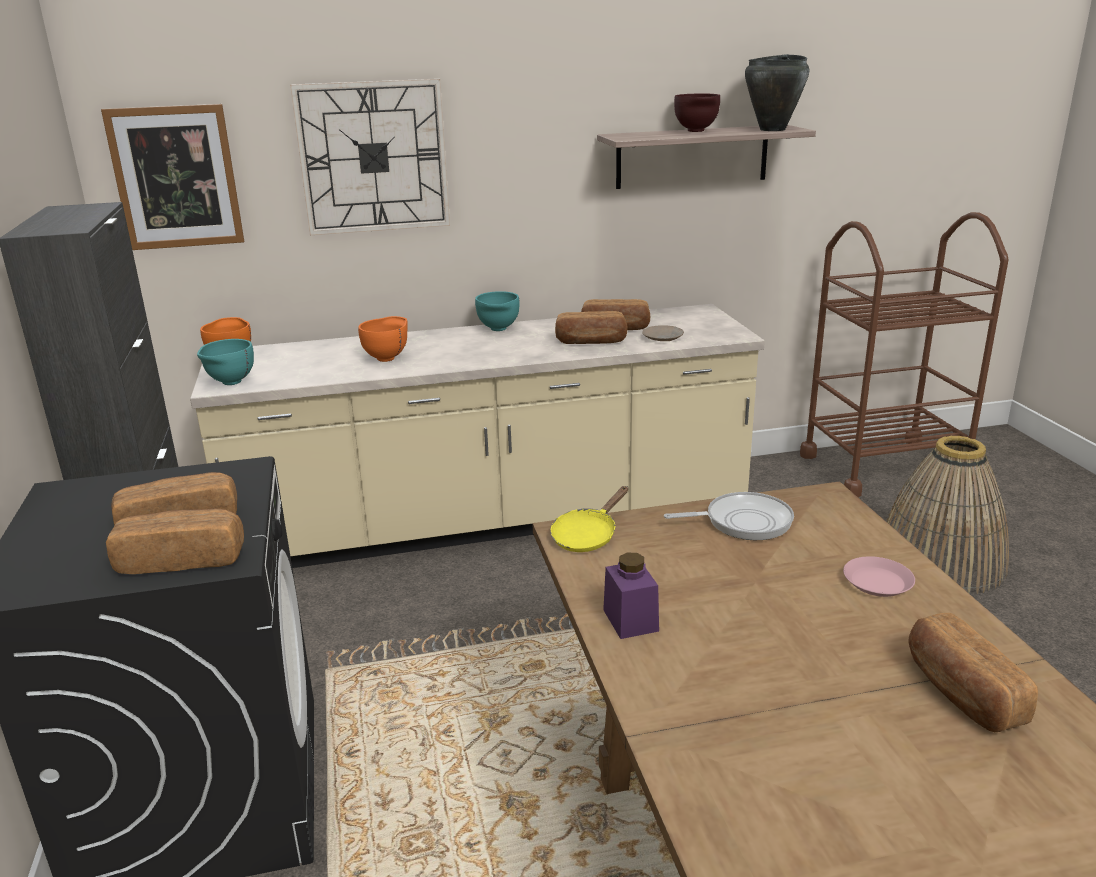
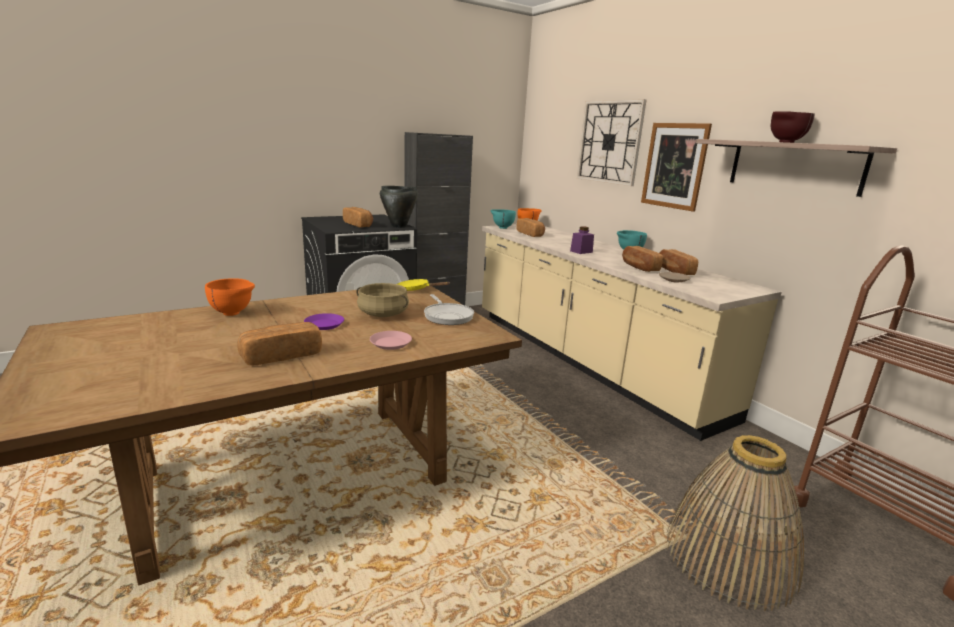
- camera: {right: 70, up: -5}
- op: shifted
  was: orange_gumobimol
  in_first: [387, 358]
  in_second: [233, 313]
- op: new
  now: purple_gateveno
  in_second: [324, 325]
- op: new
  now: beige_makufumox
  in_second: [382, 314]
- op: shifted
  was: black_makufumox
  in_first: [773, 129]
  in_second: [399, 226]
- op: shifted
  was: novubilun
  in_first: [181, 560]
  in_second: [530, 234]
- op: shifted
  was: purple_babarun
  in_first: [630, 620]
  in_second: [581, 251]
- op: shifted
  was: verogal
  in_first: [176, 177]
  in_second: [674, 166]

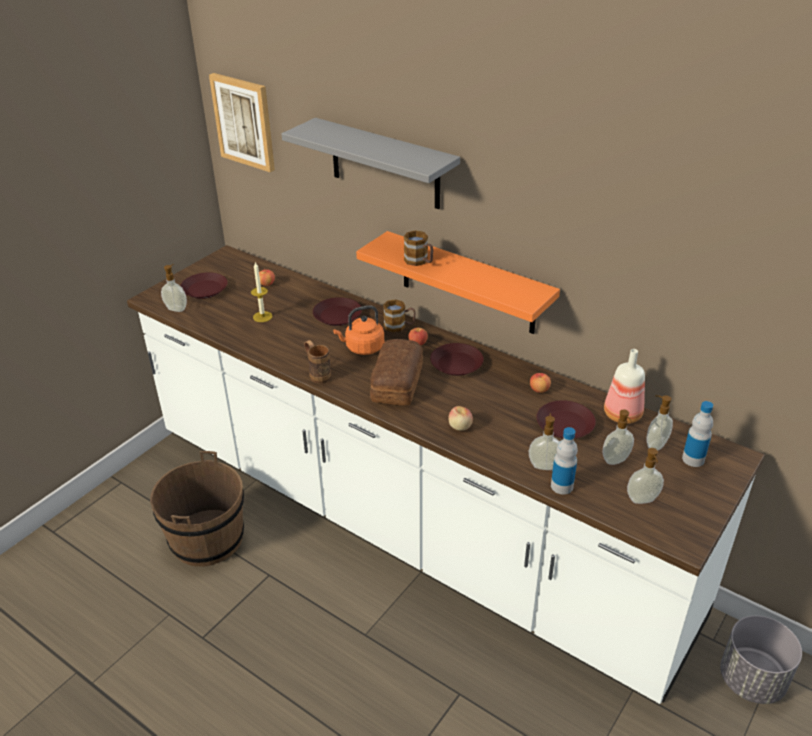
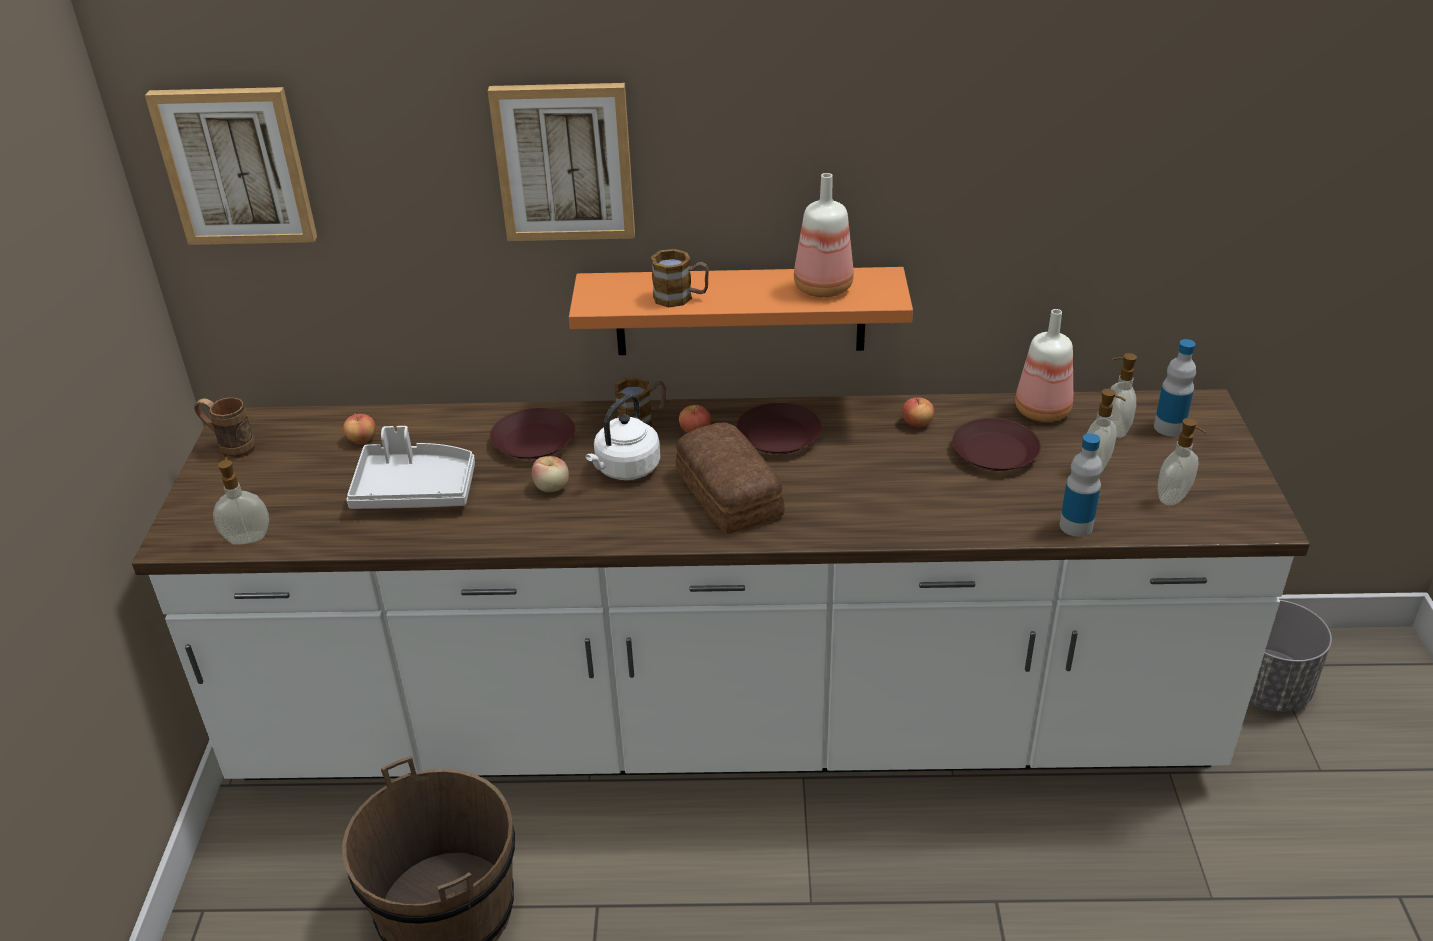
- camera: {right: -35, up: 0}
- op: shifted
  was: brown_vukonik
  in_first: [317, 374]
  in_second: [230, 447]
- op: swapped
  was: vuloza
  now: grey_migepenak
  in_first: [262, 316]
  in_second: [415, 490]
- op: swapped
  was: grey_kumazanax
  now: verogal
  in_first: [385, 164]
  in_second: [564, 161]
- op: shifted
  was: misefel
  in_first: [460, 427]
  in_second: [552, 487]
- op: repainted
  was: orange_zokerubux
  now: white_zokerubux
  in_first: [362, 348]
  in_second: [625, 470]
- op: new
  now: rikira
  in_second: [821, 288]
- op: gone
  was: brown_gateveno
  in_first: [205, 289]
- op: gone
  was: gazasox
  in_first: [544, 465]

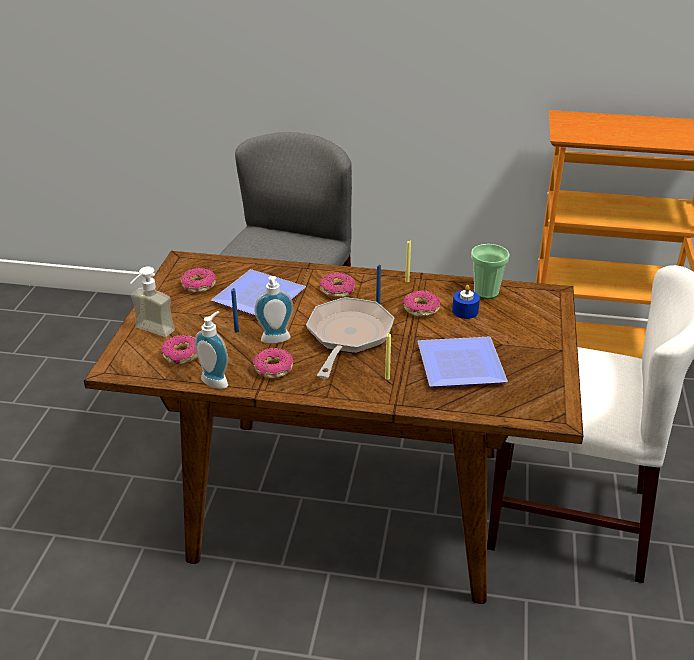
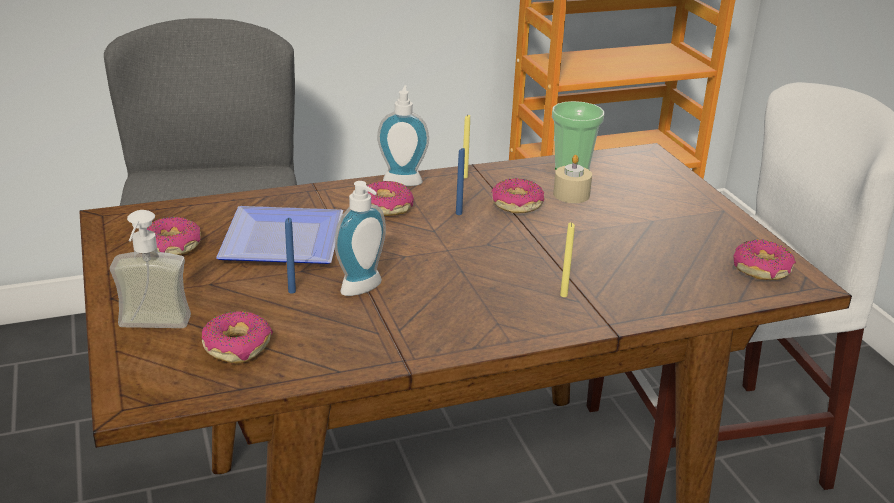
- camera: {right: -30, up: -5}
- op: shifted
  was: gazasox
  in_first: [217, 380]
  in_second: [403, 180]
- op: repainted
  was: blue_vuloza
  now: beige_vuloza
  in_first: [465, 311]
  in_second: [571, 195]
- op: shifted
  was: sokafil
  in_first: [273, 369]
  in_second: [762, 269]
- op: gone
  was: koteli
  in_first: [348, 337]
- op: gone
  was: gateveno
  in_first: [457, 364]

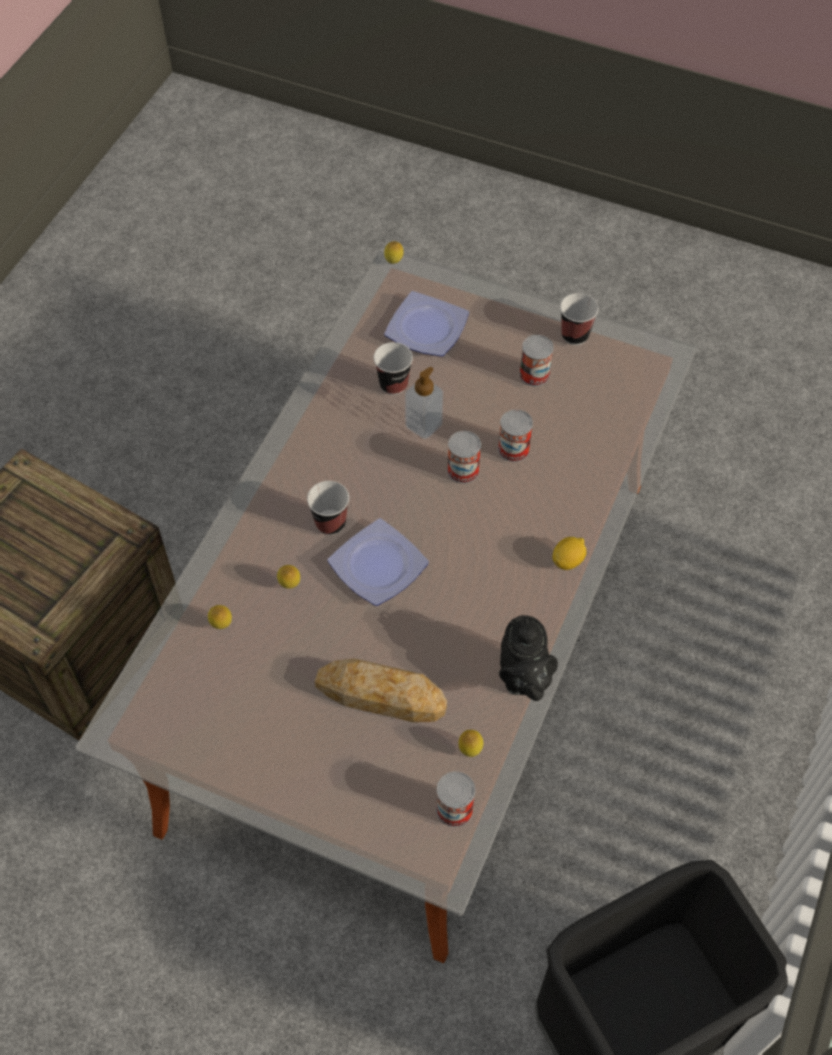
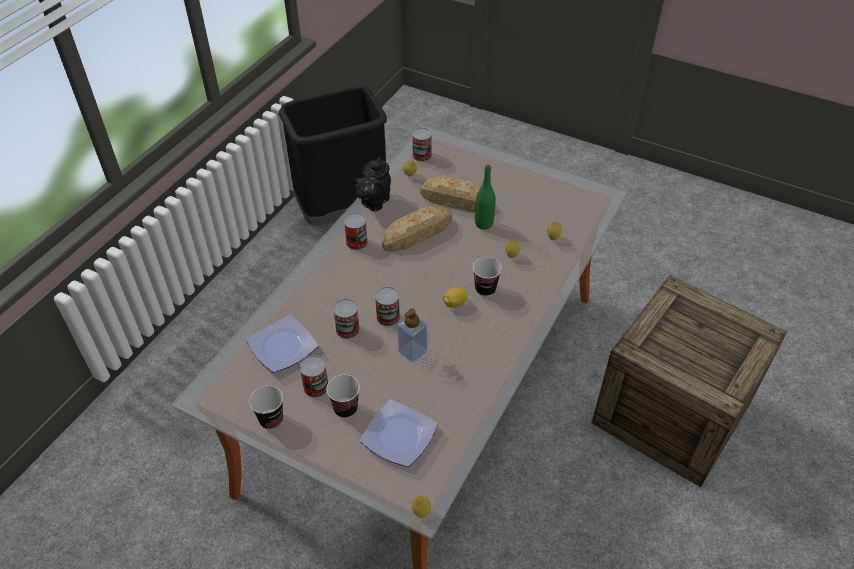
- camera: {right: -175, up: -10}
- op: shifted
  was: gateveno
  in_first: [378, 564]
  in_second: [282, 348]
- op: shifted
  was: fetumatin
  in_first: [393, 384]
  in_second: [345, 408]
- op: new
  now: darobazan
  in_second: [356, 242]
- op: rotated
  was: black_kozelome
  in_first: [523, 679]
  in_second: [373, 202]
  clockwise: -150
- op: new
  now: novubilun
  in_second: [417, 233]
- op: shifted
  was: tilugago
  in_first: [568, 560]
  in_second: [454, 303]
- op: new
  now: green_rikira
  in_second: [483, 224]

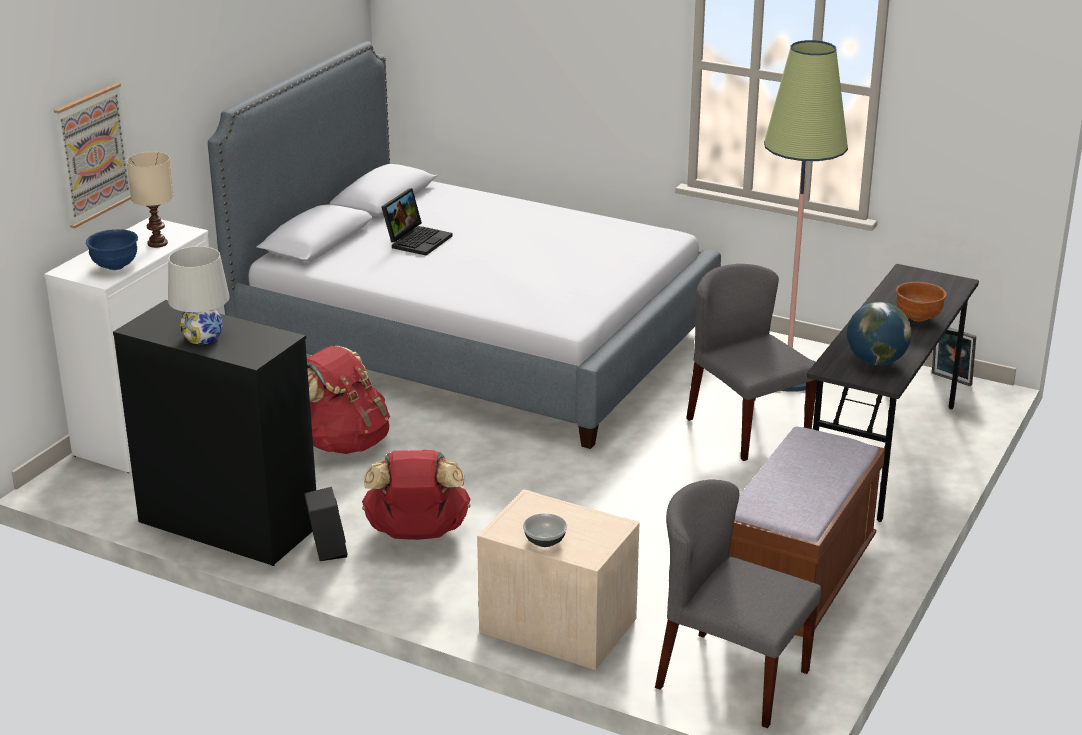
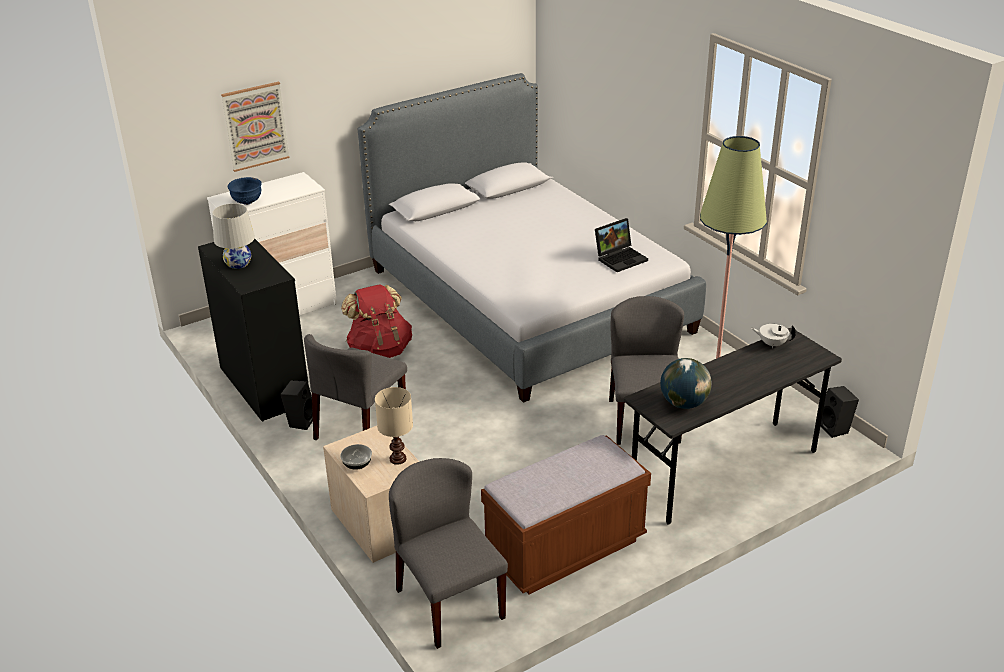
- camera: {right: 30, up: 5}
- op: swapped
  was: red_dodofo
  now: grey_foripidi
  in_first: [417, 534]
  in_second: [360, 428]
- op: shifted
  was: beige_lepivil
  in_first: [158, 243]
  in_second: [398, 459]
- op: shifted
  was: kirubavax
  in_first: [417, 240]
  in_second: [621, 258]
- op: new
  now: white_kozelome
  in_second: [772, 344]
- op: swapped
  was: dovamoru
  now: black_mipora
  in_first: [950, 380]
  in_second: [836, 428]
- op: gone
  was: brown_gumobimol
  in_first: [918, 318]

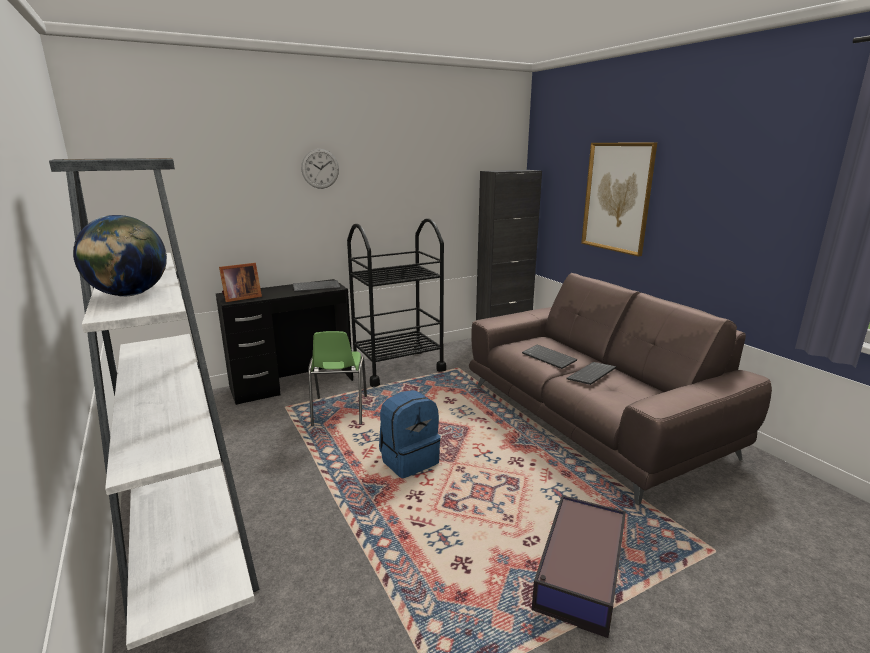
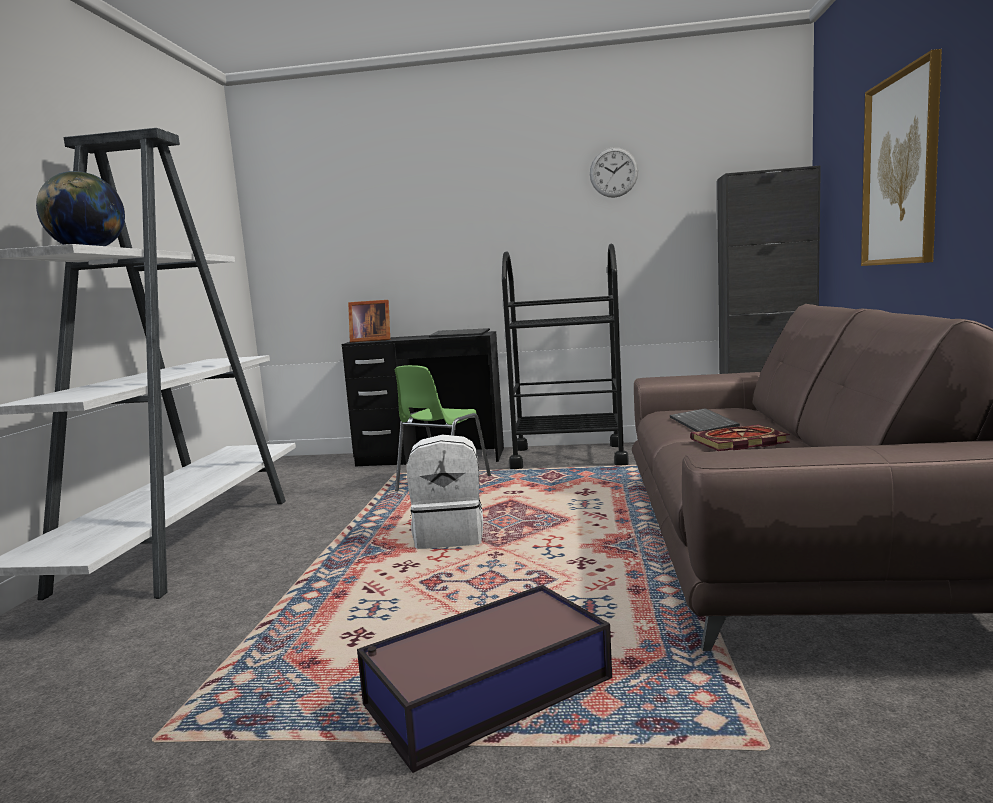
- camera: {right: 35, up: -10}
- op: repainted
  was: blue_dodofo
  now: white_dodofo
  in_first: [409, 460]
  in_second: [450, 536]
- op: shifted
  was: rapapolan
  in_first: [320, 168]
  in_second: [613, 172]
- op: swapped
  was: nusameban
  now: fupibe
  in_first: [592, 375]
  in_second: [738, 442]

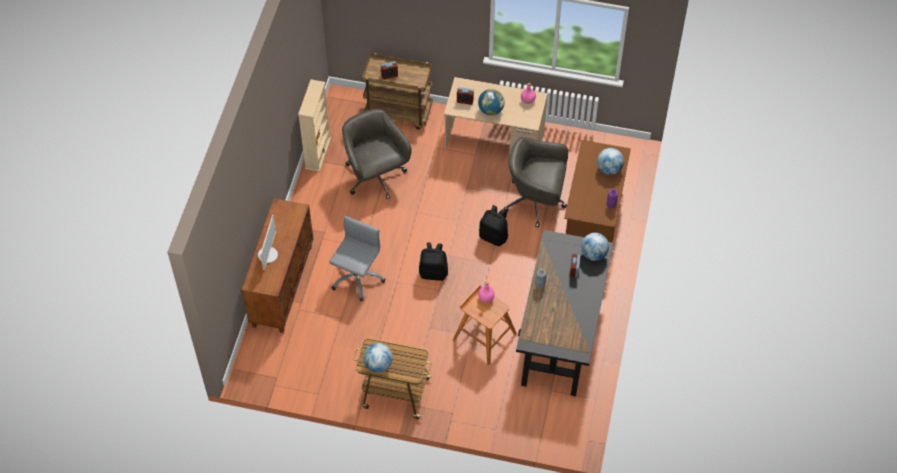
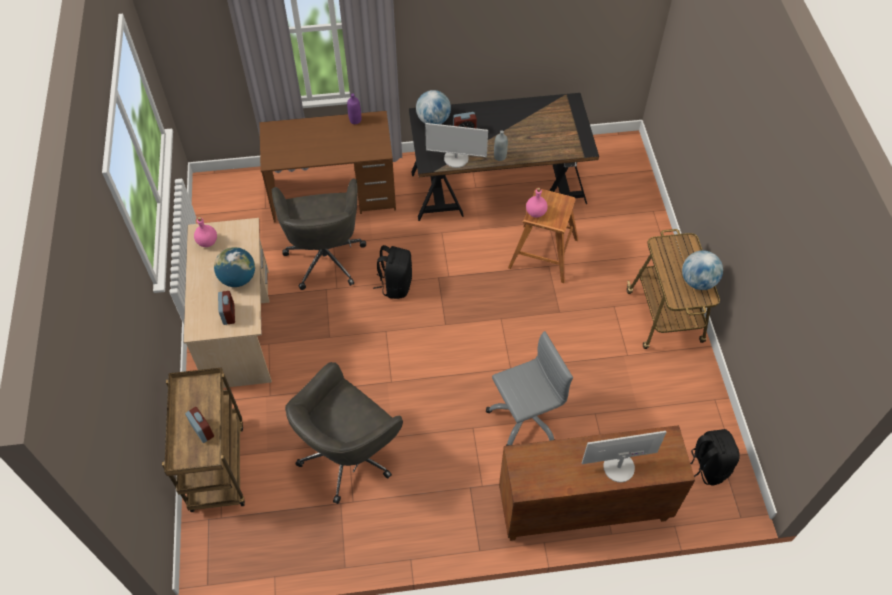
- camera: {right: -110, up: 0}
- op: new
  now: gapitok
  in_second: [456, 158]
- op: rotated
  was: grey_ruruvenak
  in_first: [357, 278]
  in_second: [525, 417]
  clockwise: 150
- op: shifted
  was: black_dodofo
  in_first: [433, 272]
  in_second: [706, 466]
- op: gone
  was: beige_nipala
  in_first: [318, 153]
- op: gone
  was: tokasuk
  in_first: [609, 169]

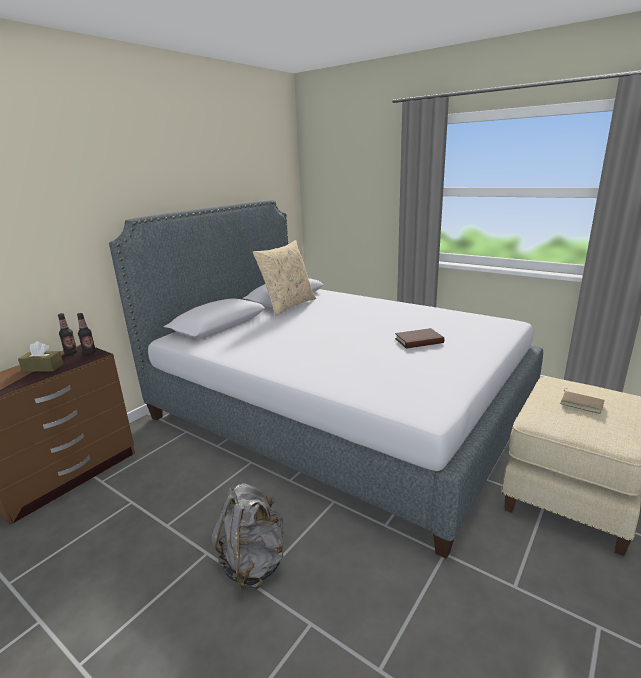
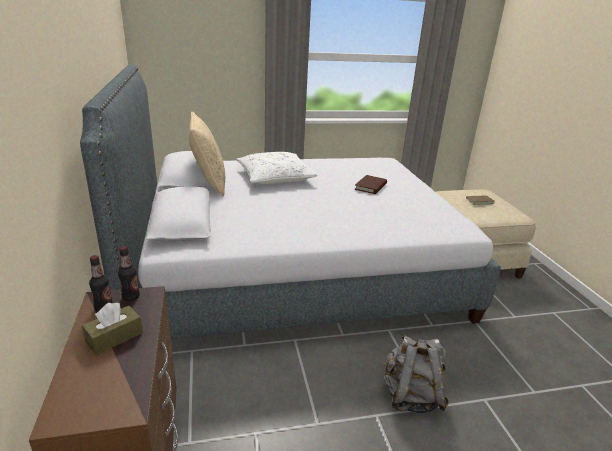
- camera: {right: -50, up: 5}
- op: new
  now: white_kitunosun
  in_second: [275, 177]

